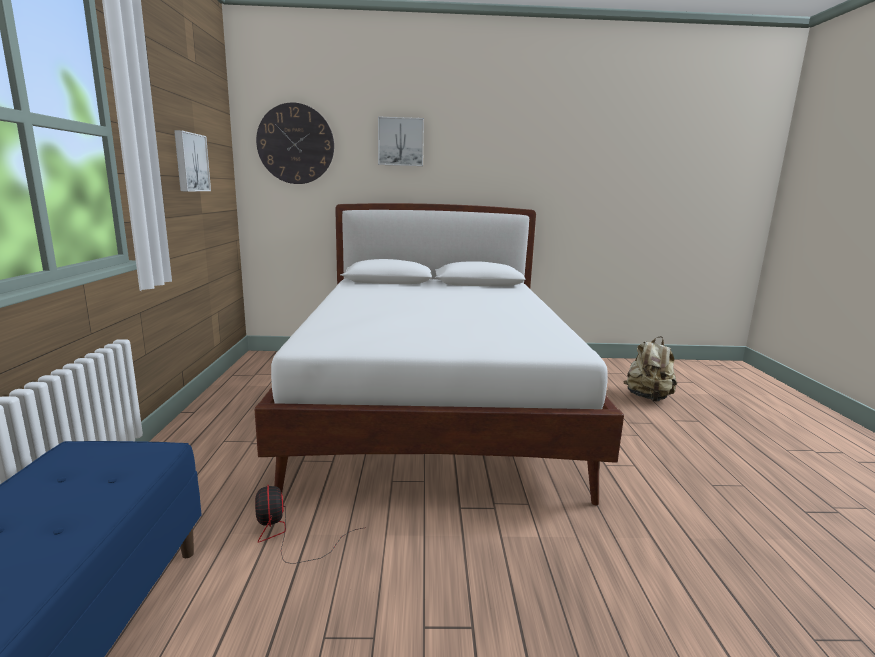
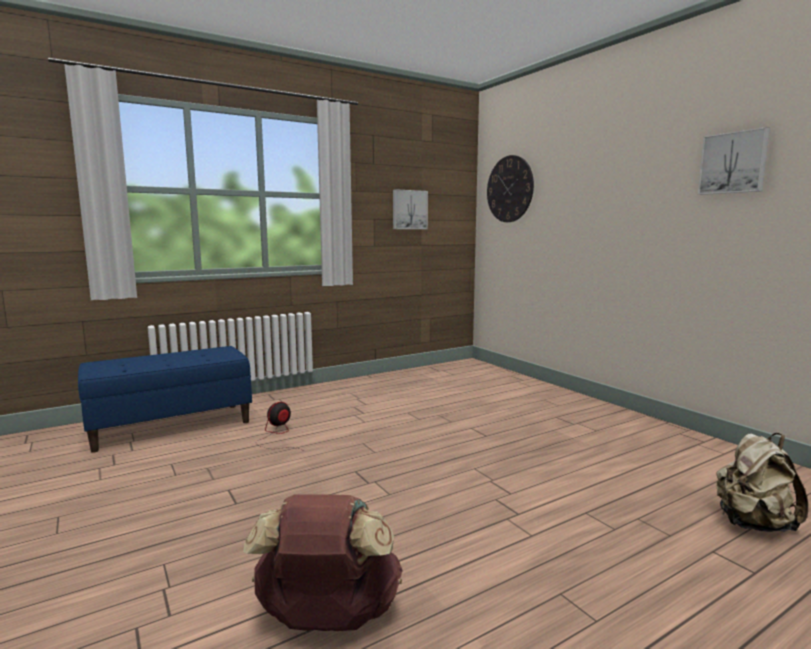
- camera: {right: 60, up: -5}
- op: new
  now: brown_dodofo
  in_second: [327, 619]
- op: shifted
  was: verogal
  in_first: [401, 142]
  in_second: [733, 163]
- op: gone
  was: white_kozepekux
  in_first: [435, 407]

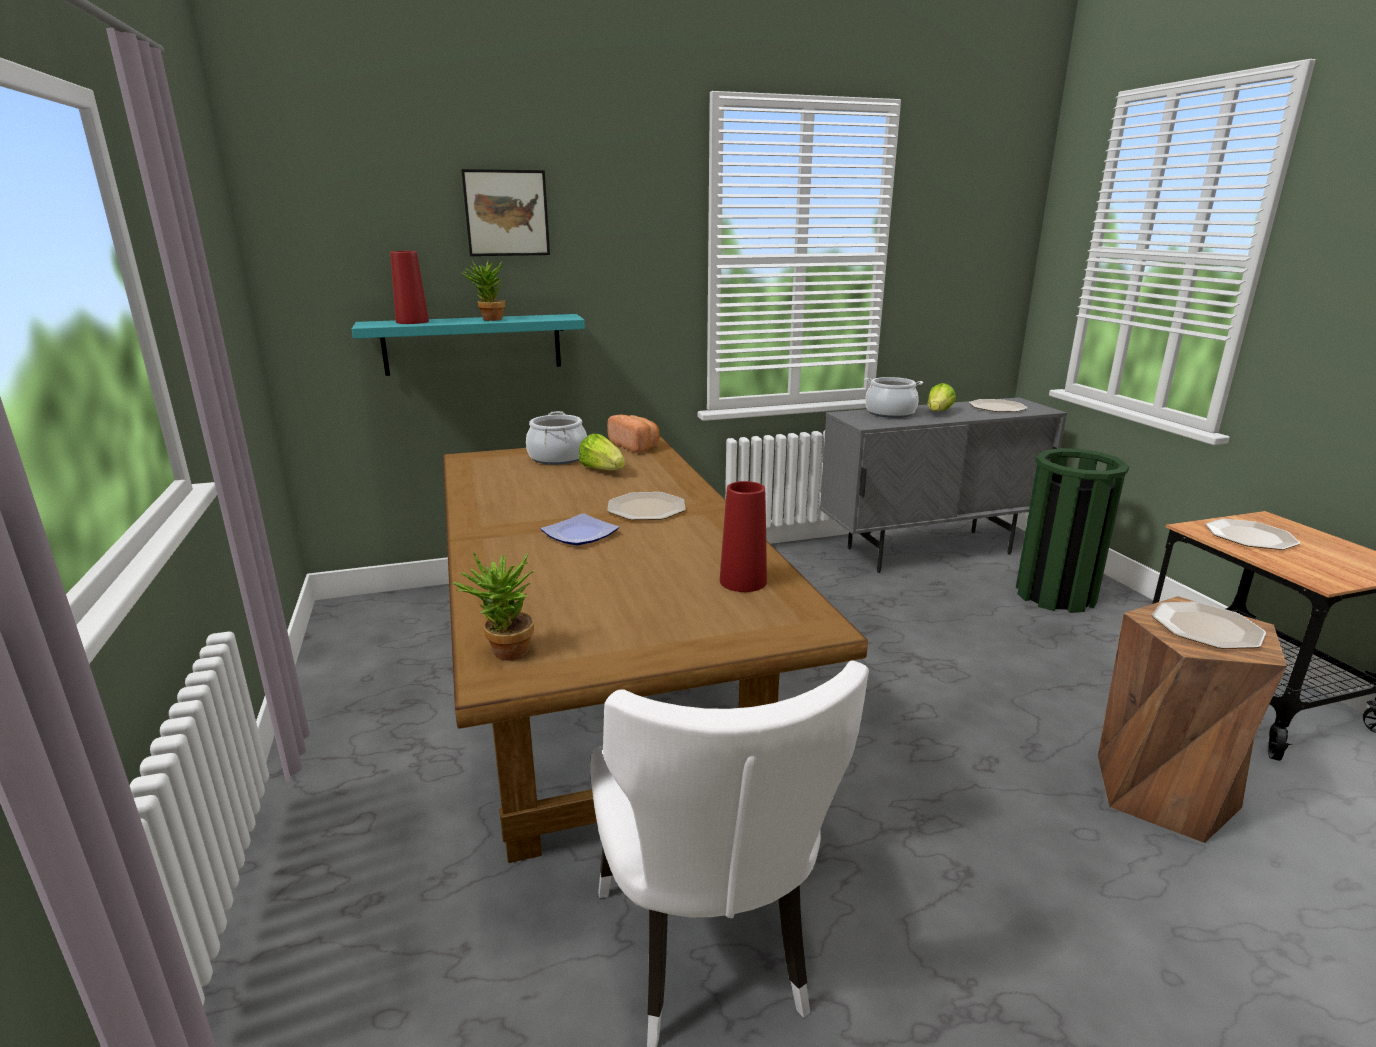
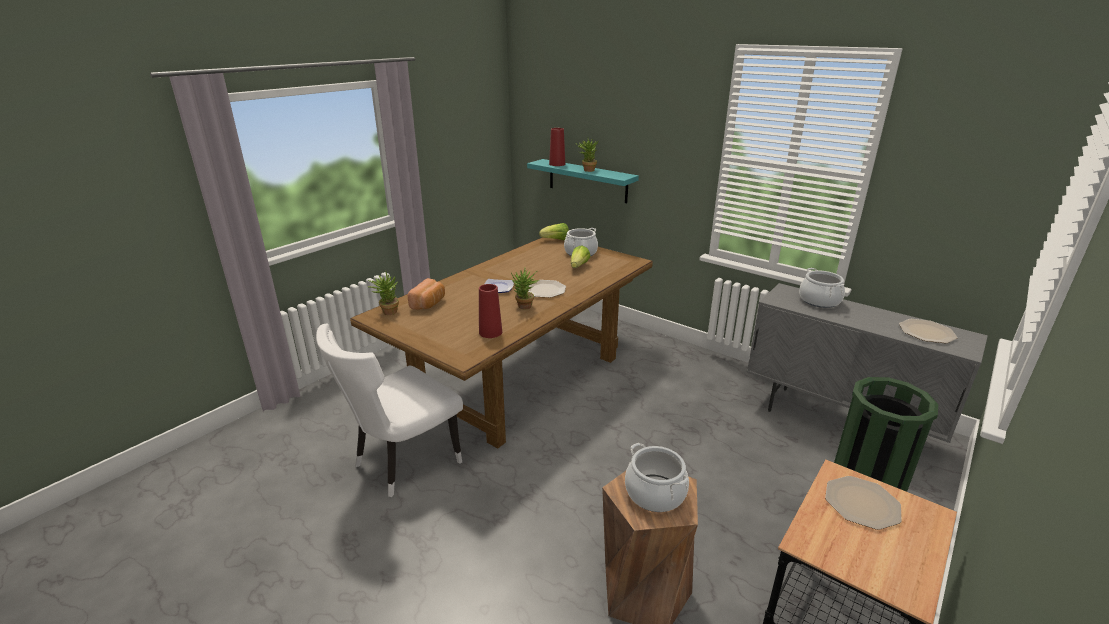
- camera: {right: 55, up: 5}
- op: shifted
  was: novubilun
  in_first: [635, 446]
  in_second: [429, 304]
- op: new
  now: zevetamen
  in_second: [524, 308]
- op: shifted
  was: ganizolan
  in_first: [938, 413]
  in_second: [556, 240]
- op: swapped
  was: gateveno
  now: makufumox
  in_first: [1206, 628]
  in_second: [655, 493]
- op: gone
  was: verogal
  in_first: [506, 213]

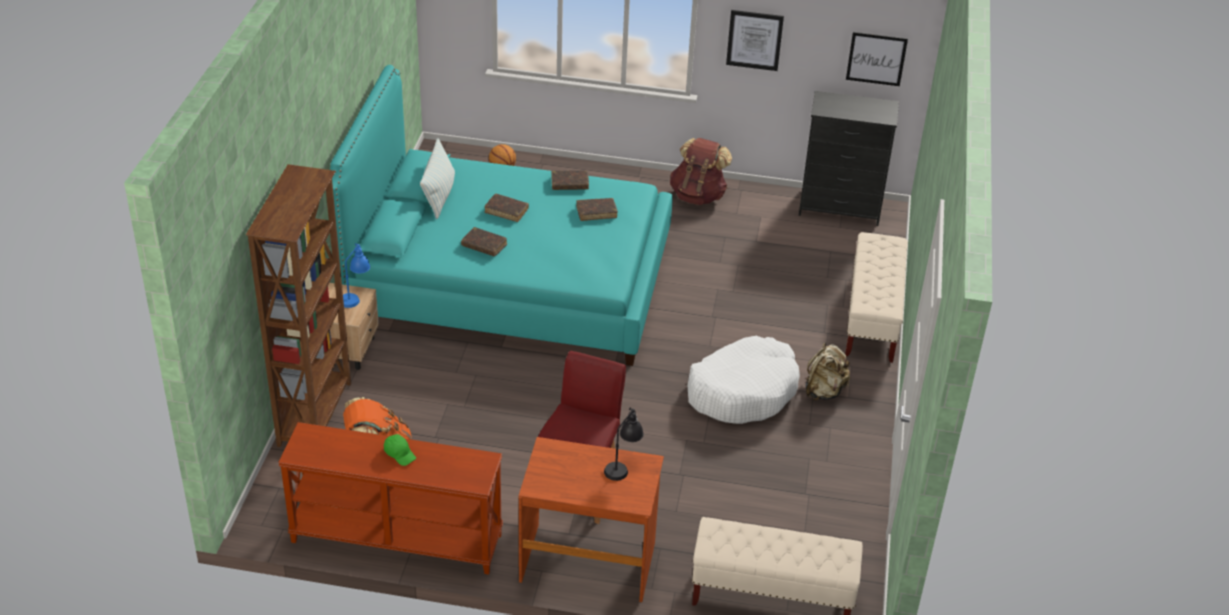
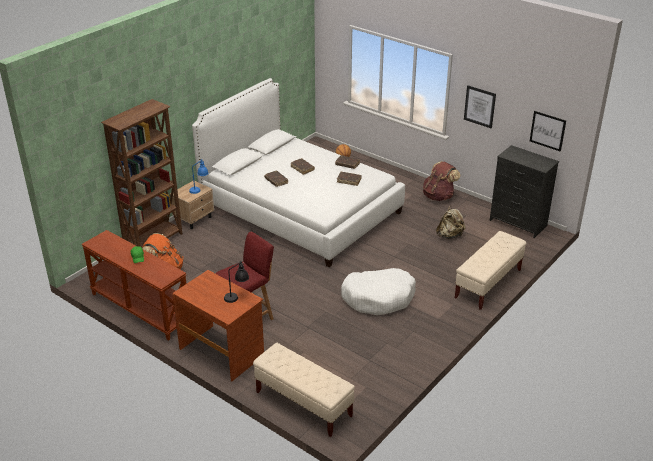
- camera: {right: 30, up: -5}
- op: repainted
  was: turquoise_kozepekux
  now: white_kozepekux
  in_first: [508, 280]
  in_second: [300, 210]
- op: shifted
  was: beige_dodofo
  in_first: [824, 391]
  in_second: [450, 235]
- op: gone
  was: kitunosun
  in_first: [439, 195]

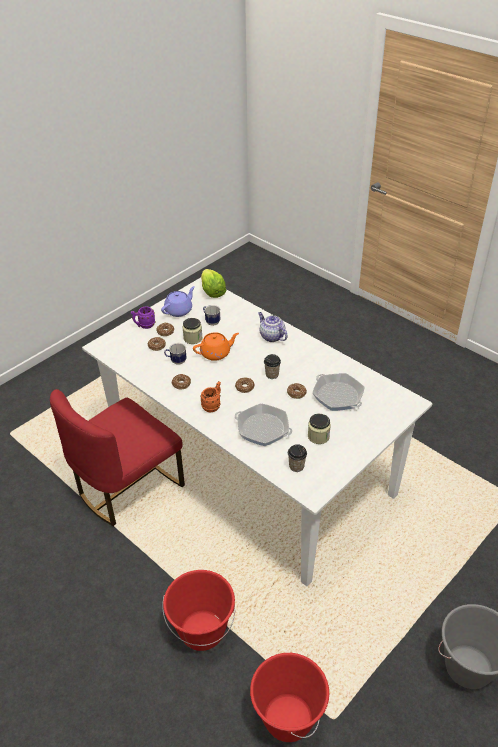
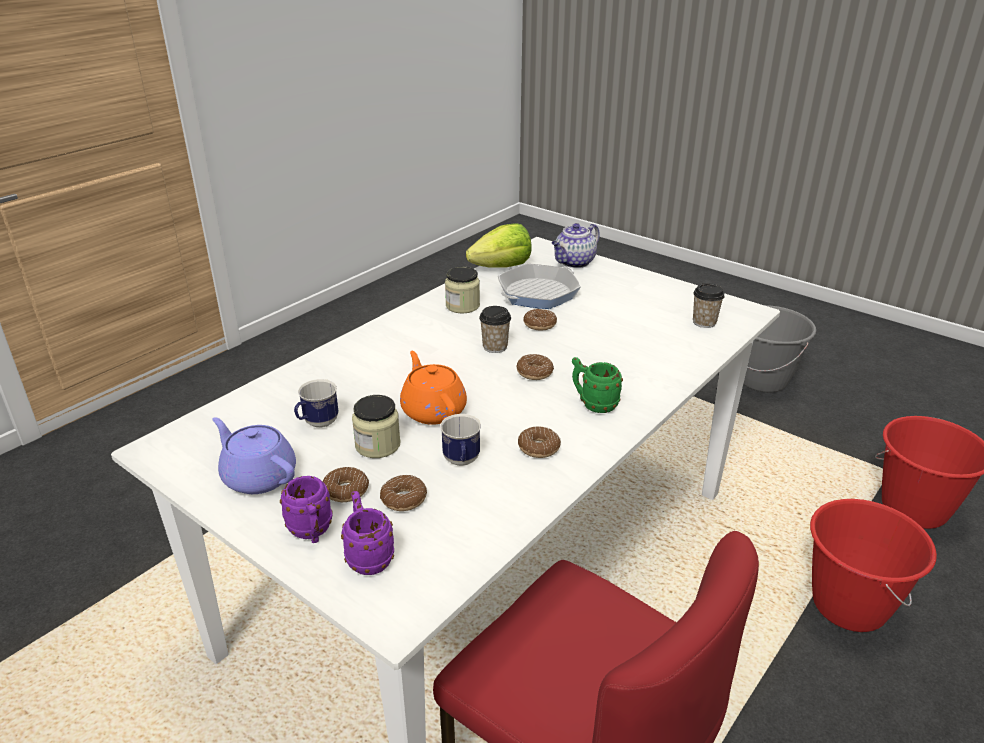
- camera: {right: -95, up: -10}
- op: new
  now: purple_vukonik
  in_second: [368, 556]
- op: shifted
  was: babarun
  in_first: [318, 436]
  in_second: [462, 306]
- op: shifted
  was: ganizolan
  in_first: [212, 292]
  in_second: [502, 267]
- op: shifted
  was: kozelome
  in_first: [271, 336]
  in_second: [574, 263]
- op: repainted
  was: orange_vukonik
  now: green_vukonik
  in_first: [213, 405]
  in_second: [593, 404]
- op: gone
  was: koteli
  in_first: [263, 428]

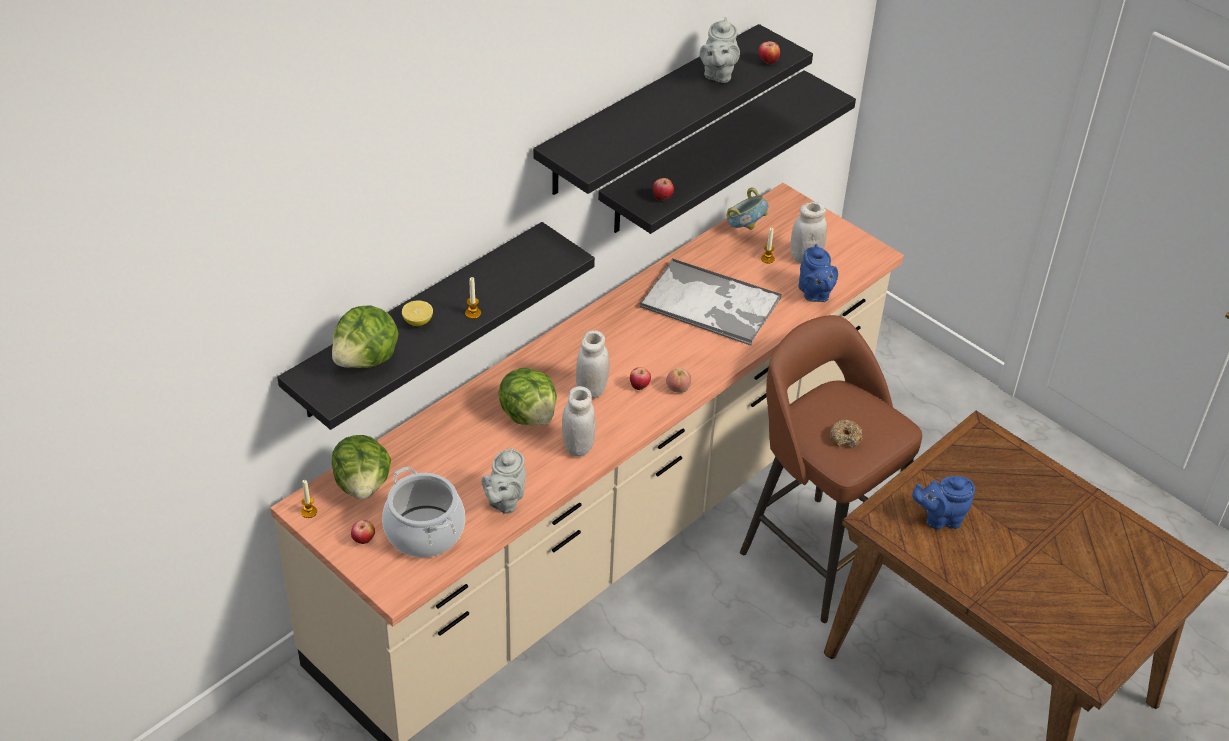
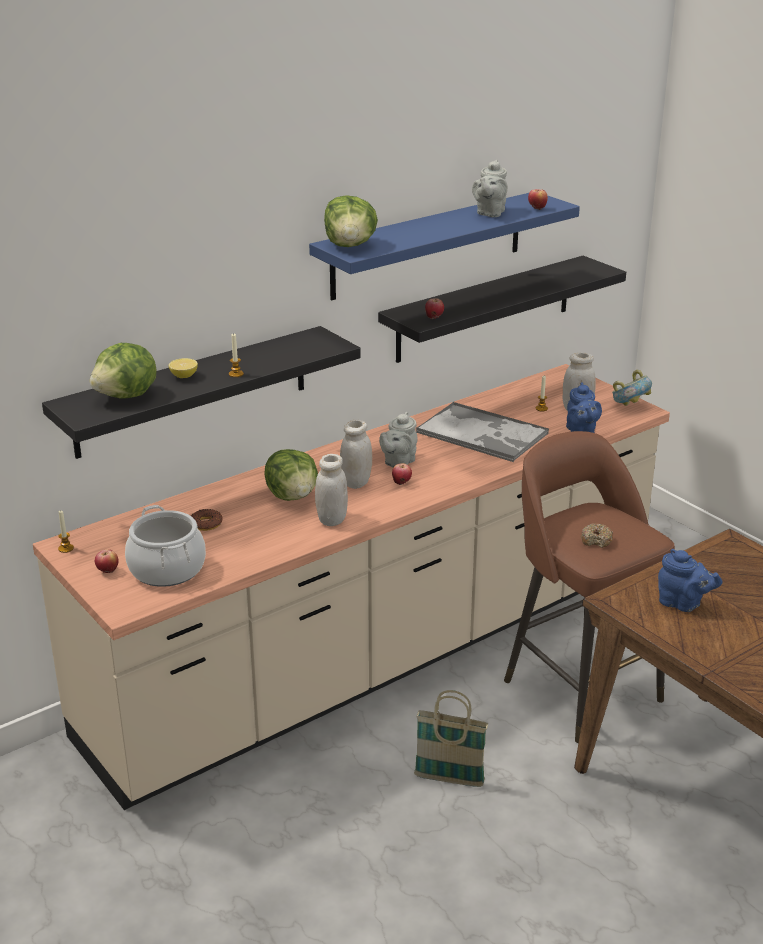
- camera: {right: 10, up: -15}
- op: new
  now: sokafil
  in_second: [206, 524]
- op: repainted
  was: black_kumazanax
  now: blue_kumazanax
  in_first: [650, 111]
  in_second: [428, 245]
- op: shifted
  was: ganizolan
  in_first: [363, 484]
  in_second: [350, 246]
- op: shifted
  was: grey_kozelome
  in_first: [504, 501]
  in_second: [398, 463]
- op: new
  now: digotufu
  in_second: [449, 779]
- op: shifted
  was: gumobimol
  in_first: [745, 227]
  in_second: [629, 406]
- op: rotated
  was: blue_kozelome
  in_first: [940, 518]
  in_second: [683, 604]
  clockwise: -150
- op: gone
  was: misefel
  in_first: [678, 388]

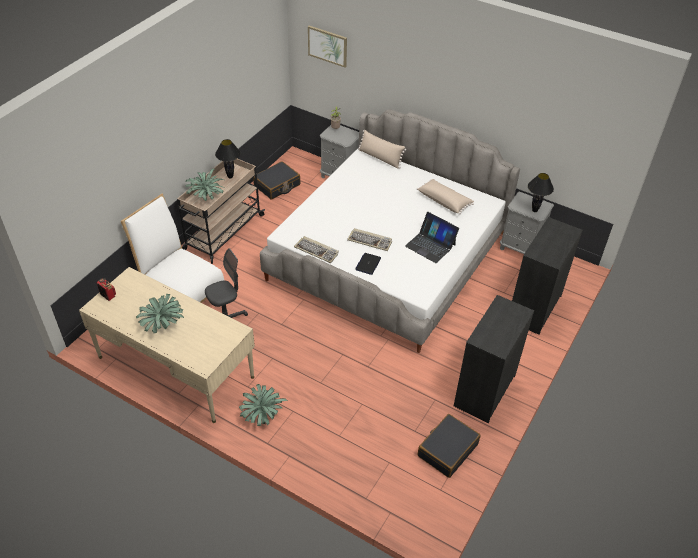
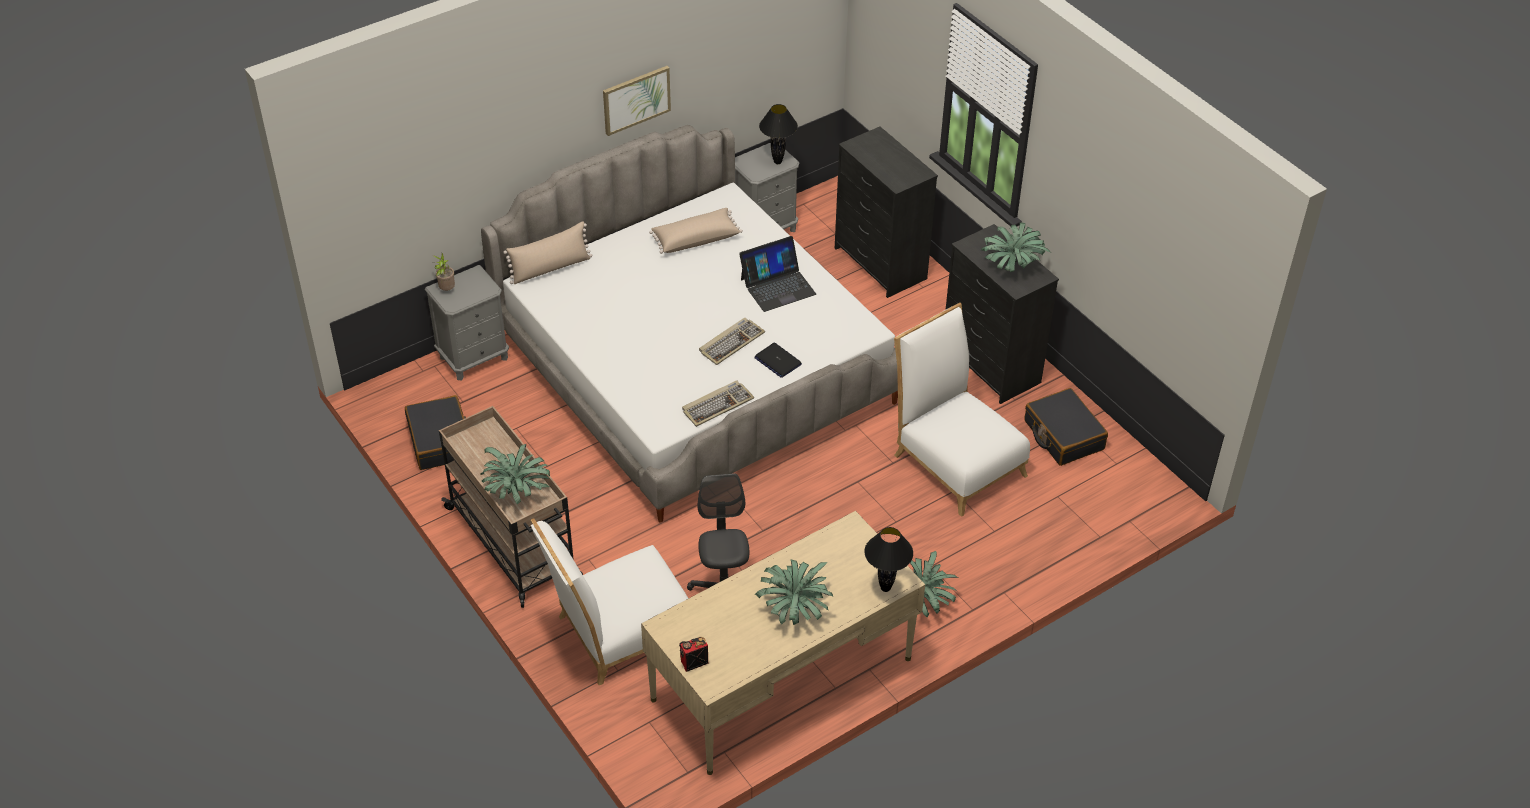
- camera: {right: -65, up: 0}
- op: shifted
  was: verogal
  in_first: [327, 46]
  in_second: [636, 99]
- op: shifted
  was: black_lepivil
  in_first: [230, 177]
  in_second: [885, 588]
- op: new
  now: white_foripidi
  in_second: [954, 460]
- op: new
  now: zevetamen
  in_second: [1012, 265]

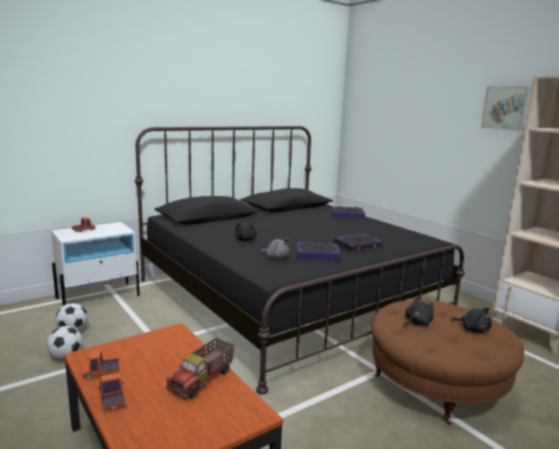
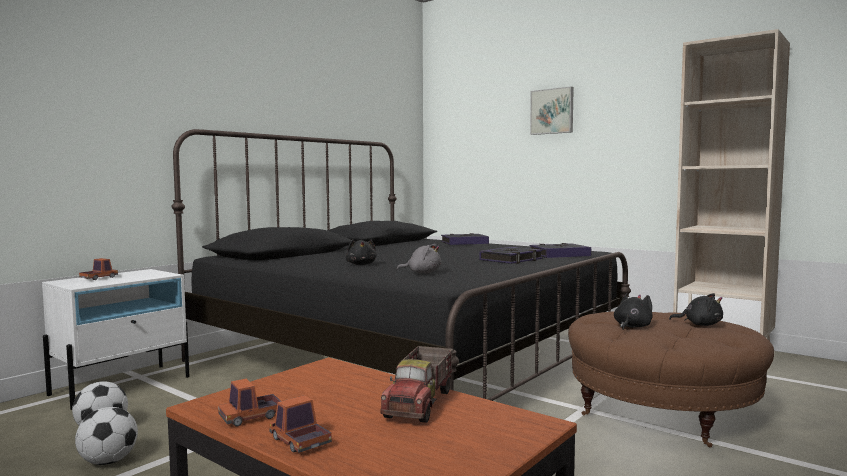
- camera: {right: -15, up: -10}
- op: shifted
  was: verogal
  in_first: [505, 108]
  in_second: [552, 111]
- op: shifted
  was: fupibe
  in_first: [317, 255]
  in_second: [559, 255]

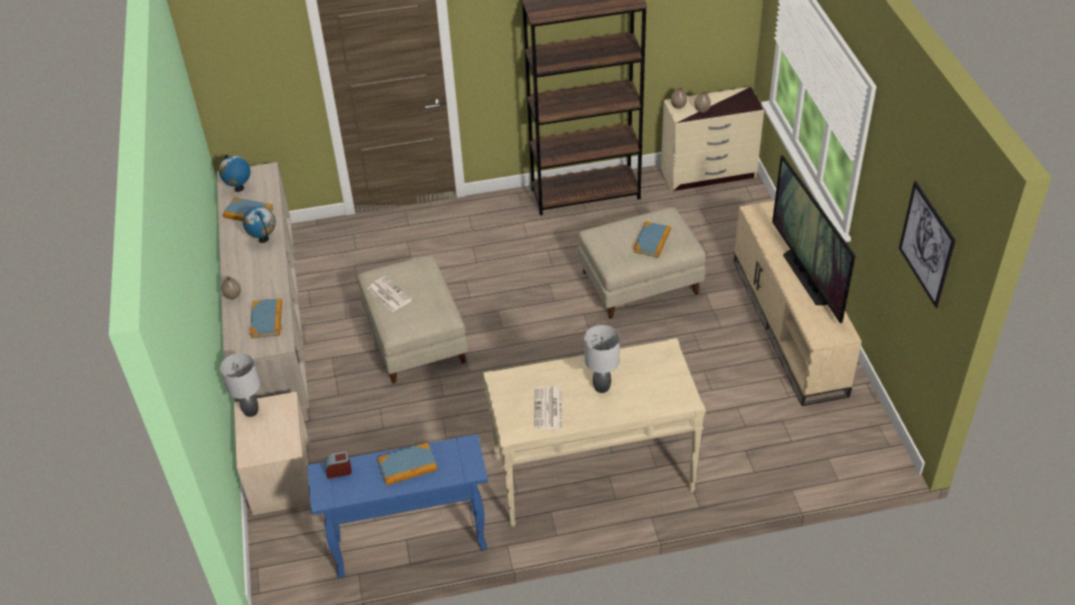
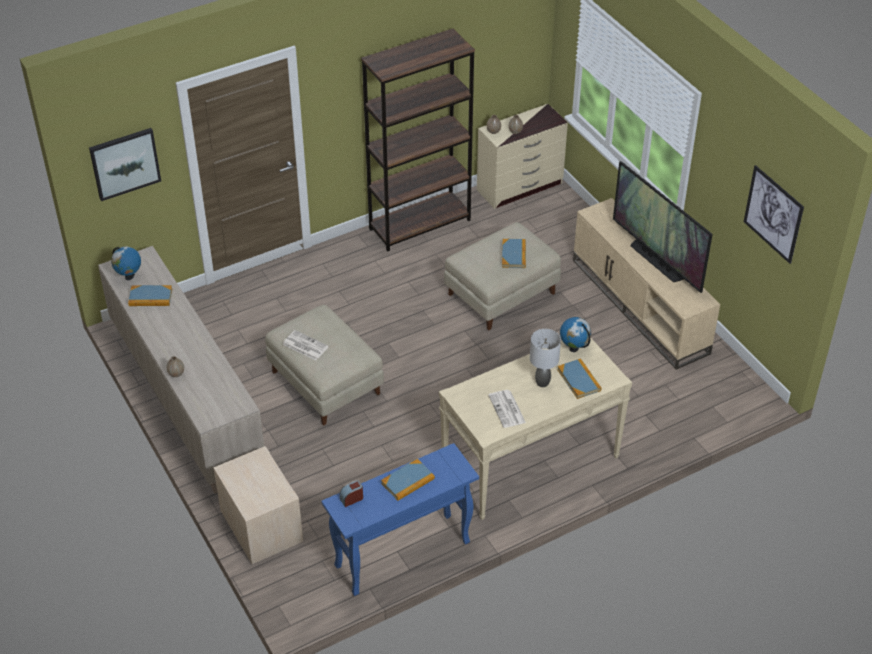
- camera: {right: -20, up: 0}
- op: new
  now: verogal
  in_second: [125, 163]
- op: shifted
  was: fupibe
  in_first: [267, 320]
  in_second: [579, 380]
- op: shifted
  was: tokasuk
  in_first: [264, 239]
  in_second: [574, 348]
- op: gone
  was: grey_lepivil
  in_first: [250, 411]

